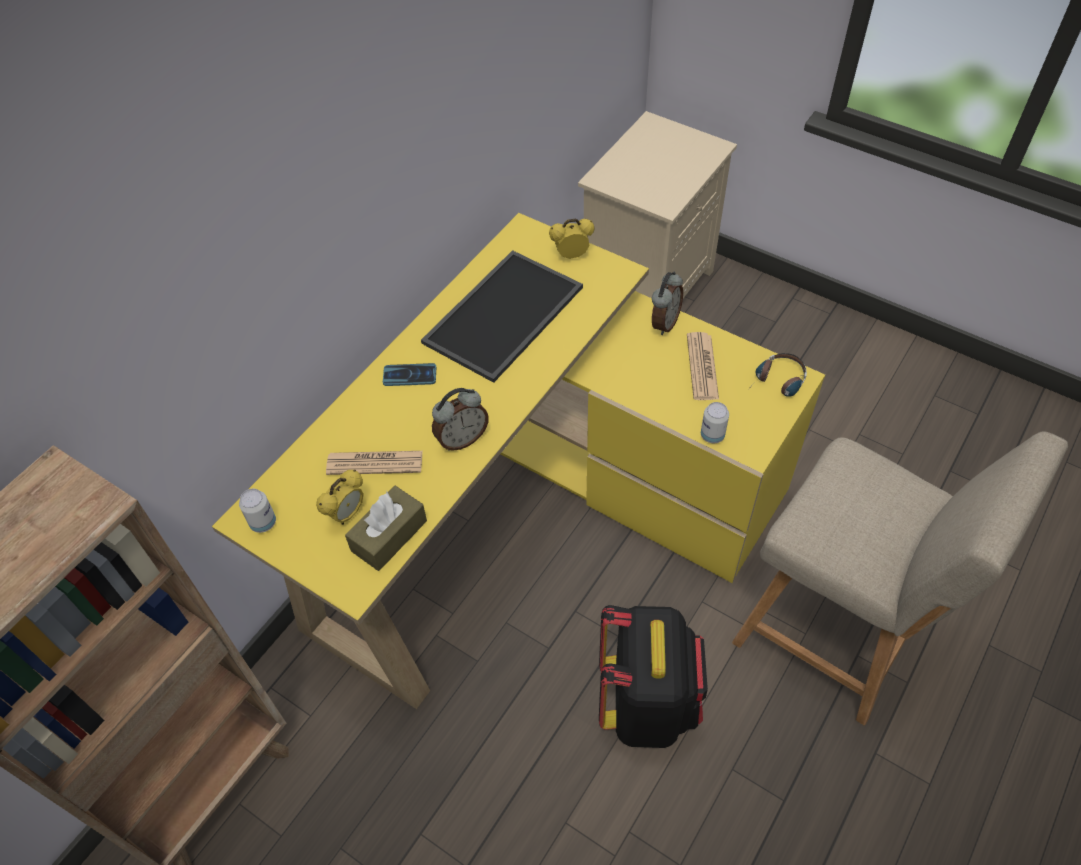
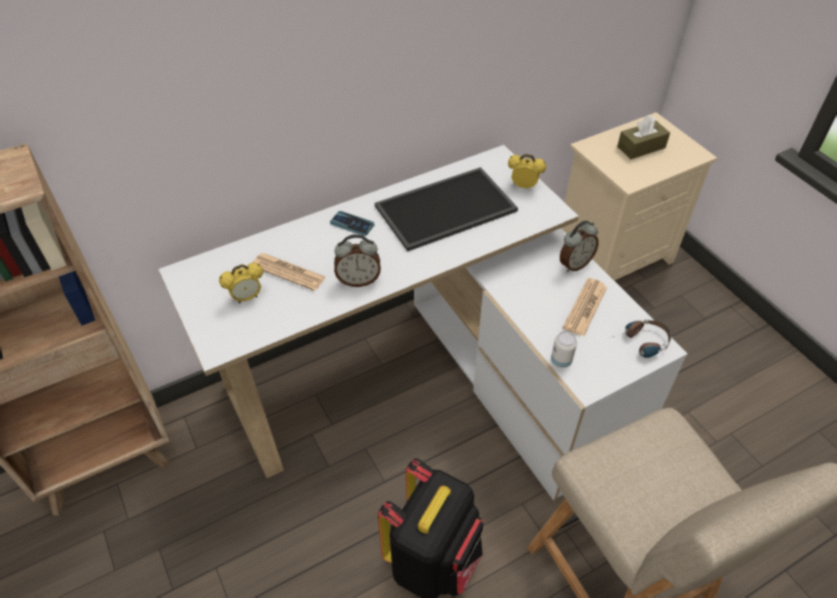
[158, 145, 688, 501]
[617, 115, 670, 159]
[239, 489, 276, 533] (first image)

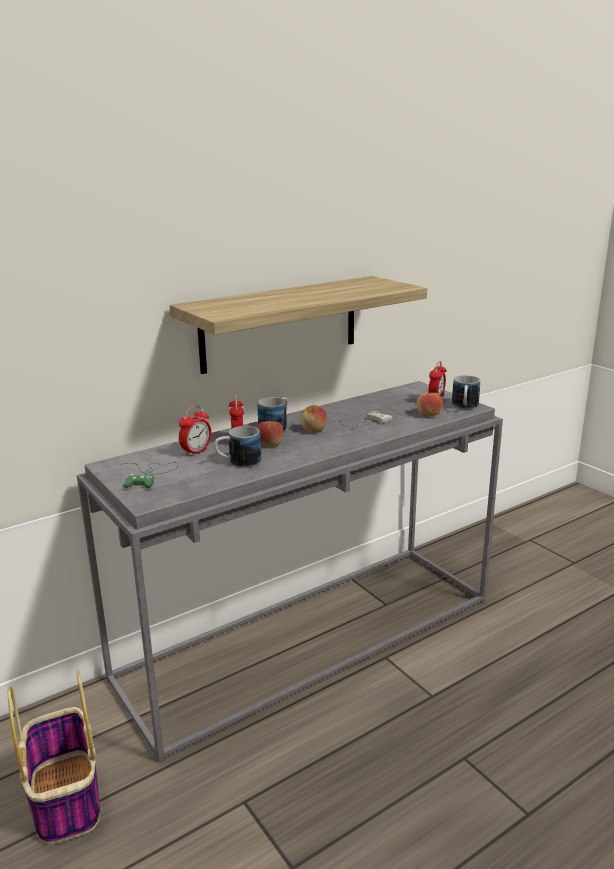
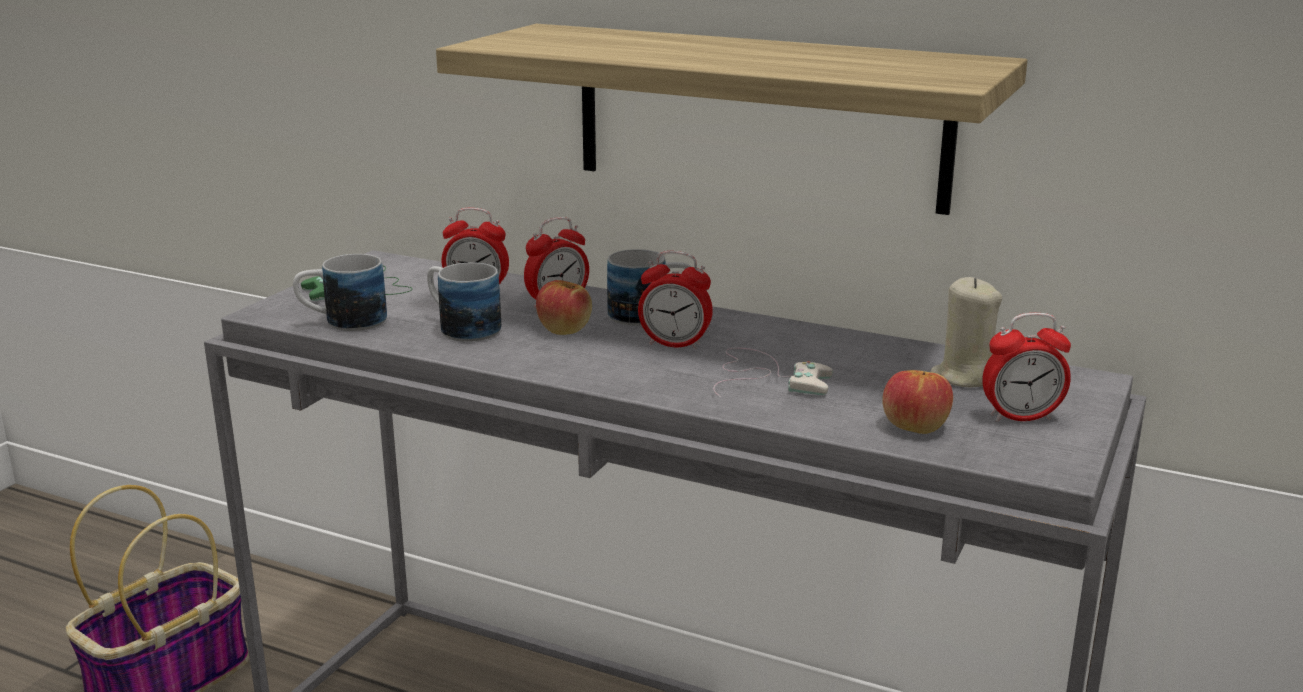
[293, 254, 387, 331]
[638, 251, 713, 350]
[930, 277, 1002, 388]

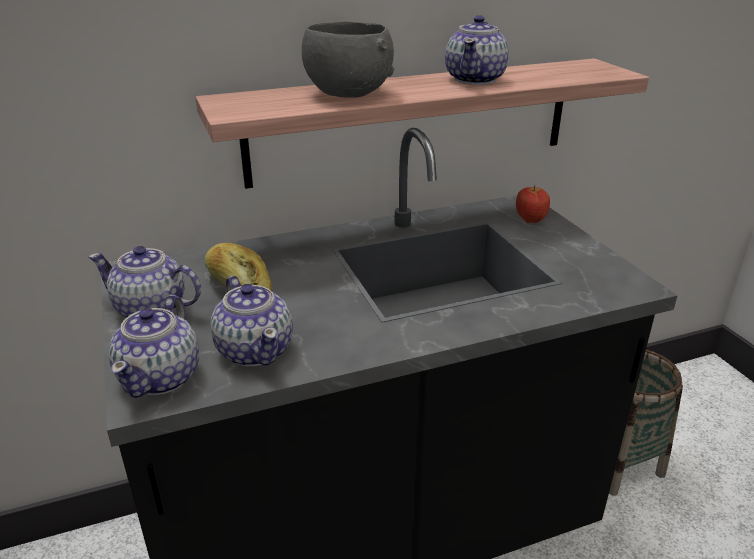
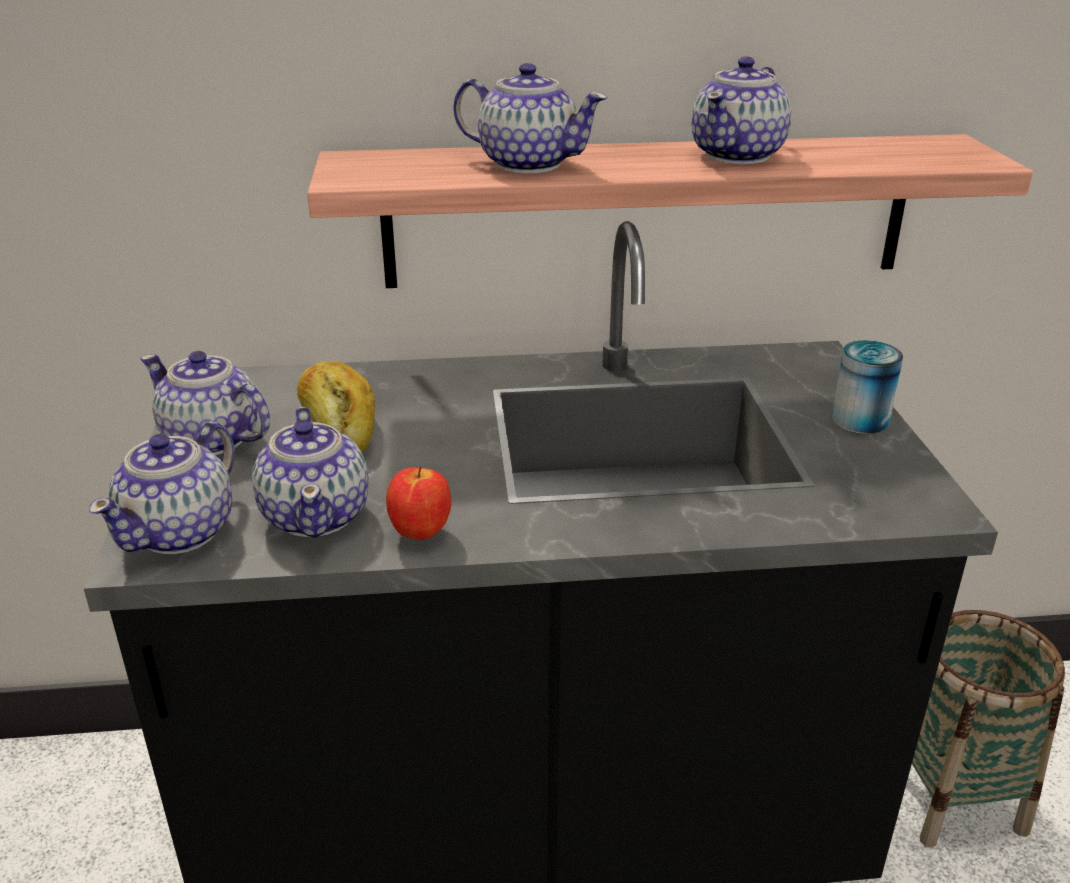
[386, 467, 451, 540]
[453, 63, 608, 173]
[832, 340, 903, 434]

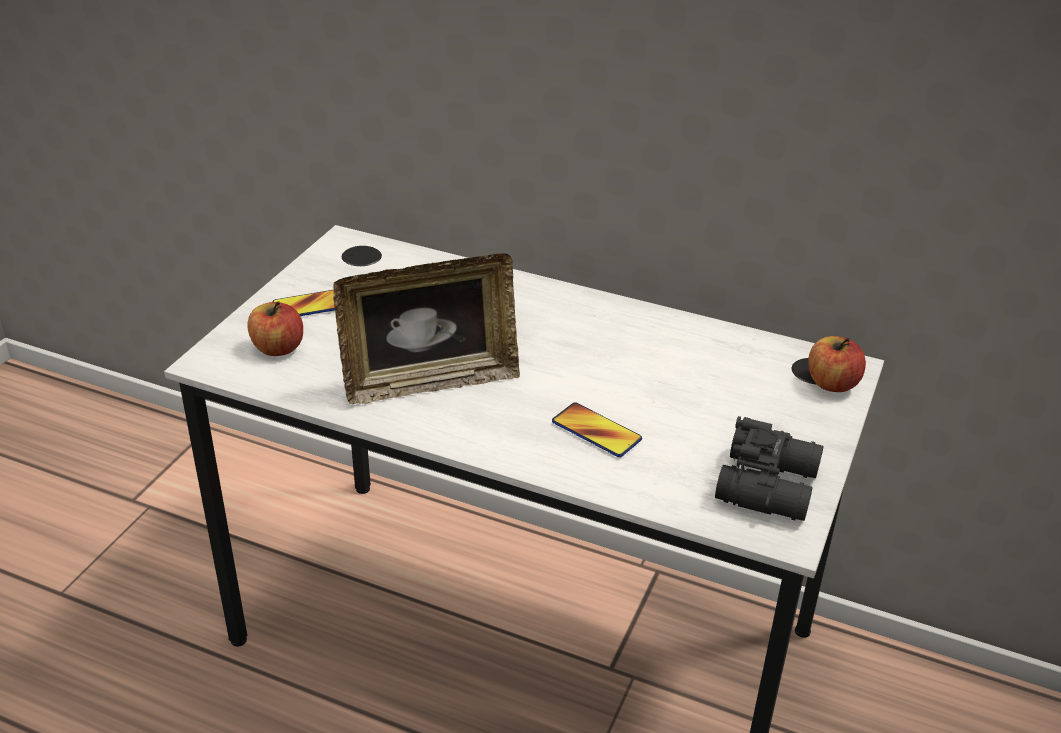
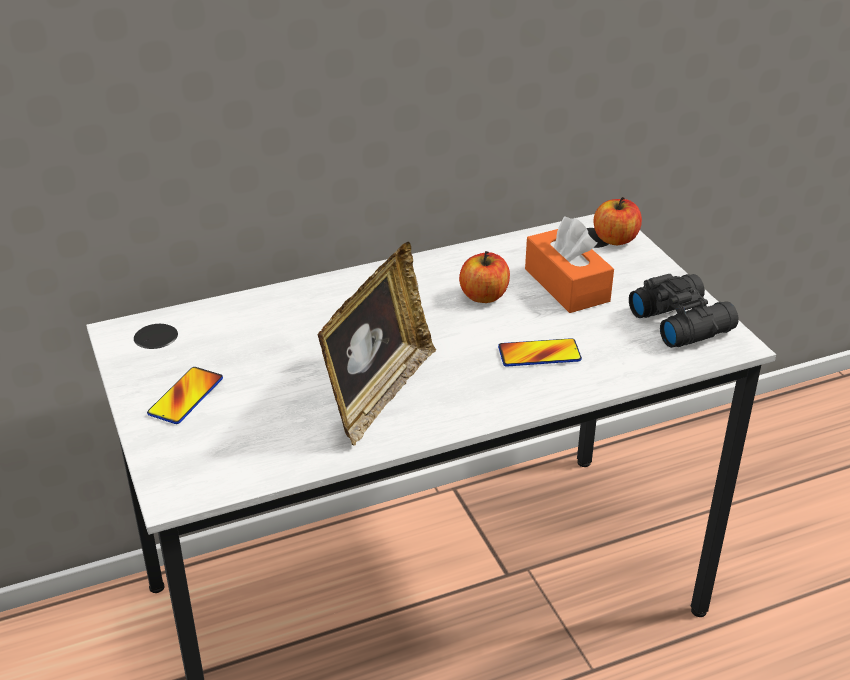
[459, 251, 510, 303]
[525, 217, 614, 313]

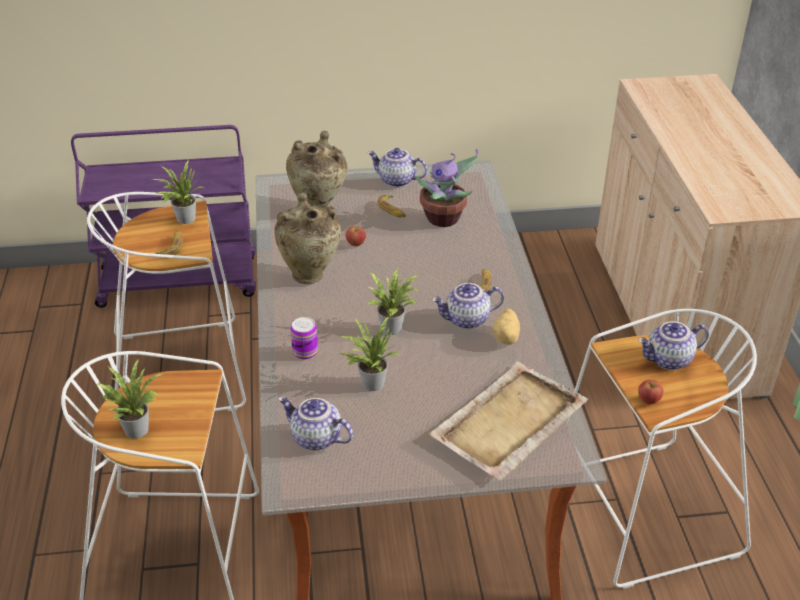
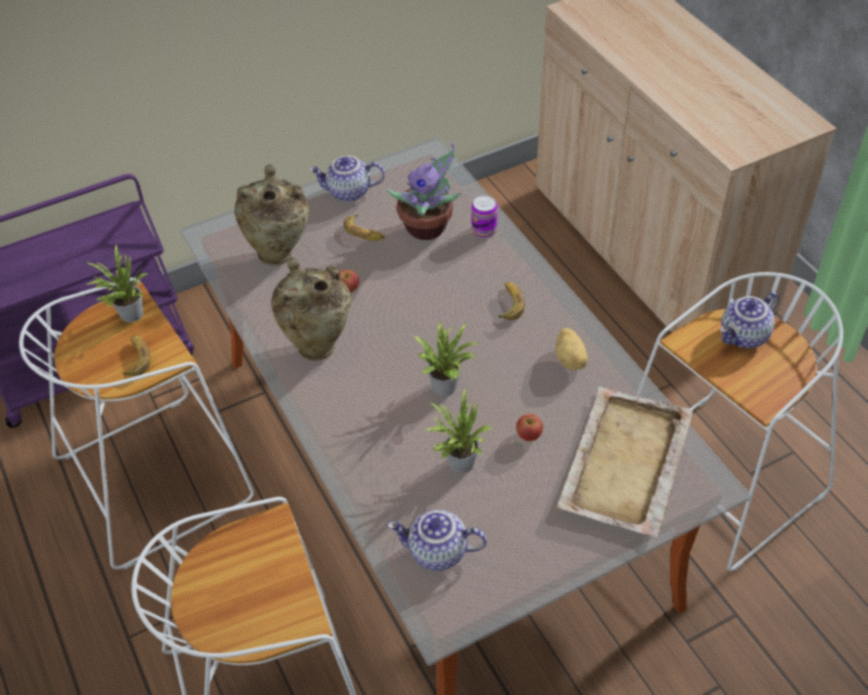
[472, 196, 498, 238]
[516, 414, 543, 441]
[95, 358, 164, 439] (first image)
[432, 283, 504, 329] (first image)

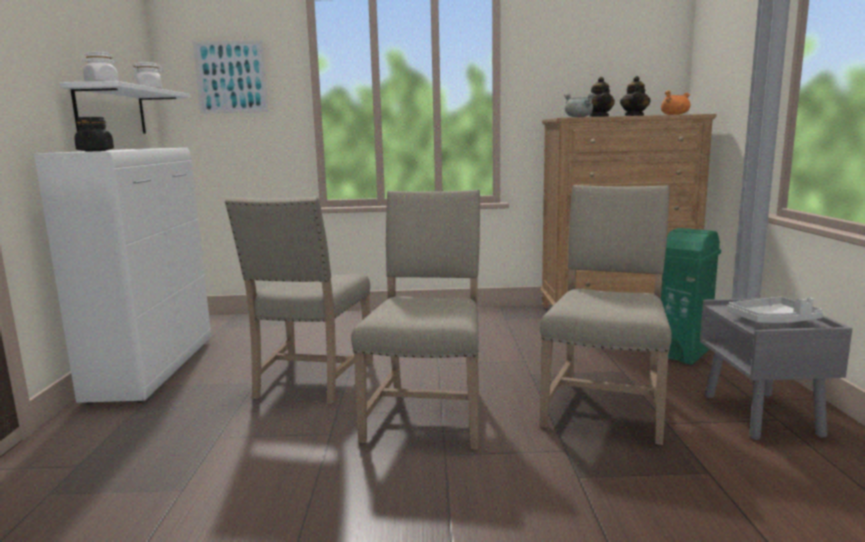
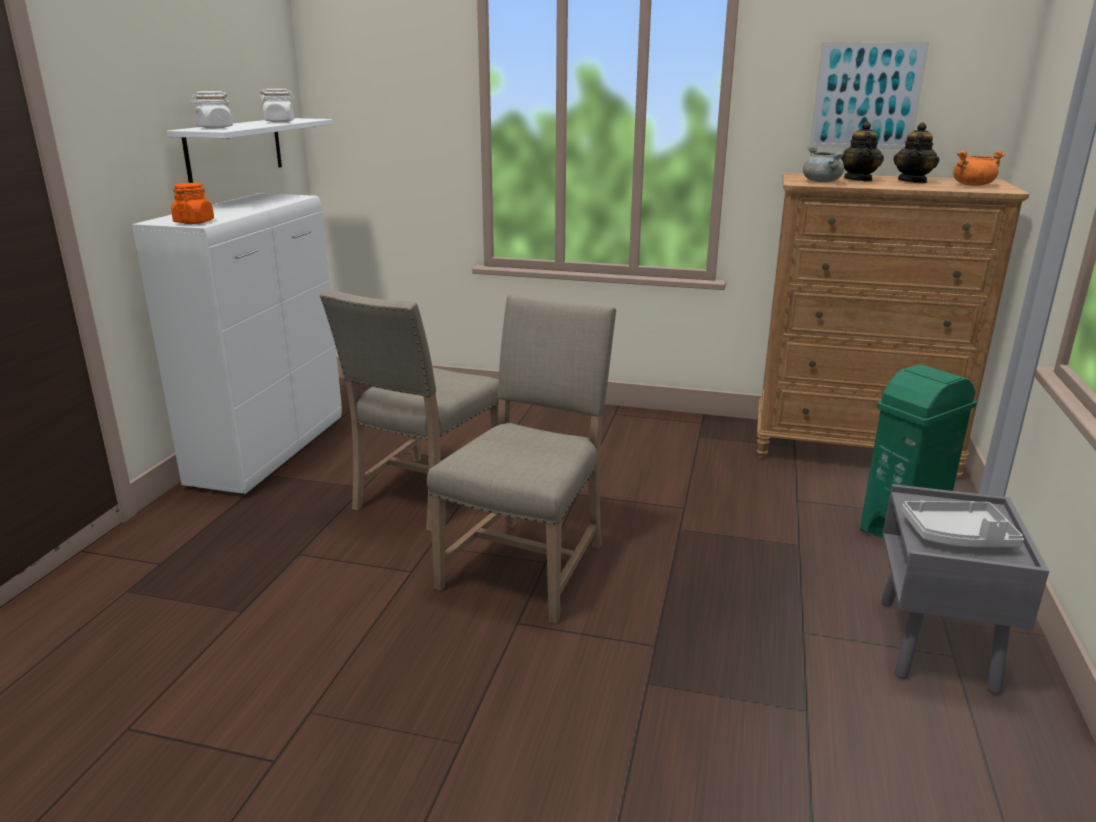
[171, 183, 214, 224]
[809, 42, 929, 149]
[540, 185, 672, 445] (first image)

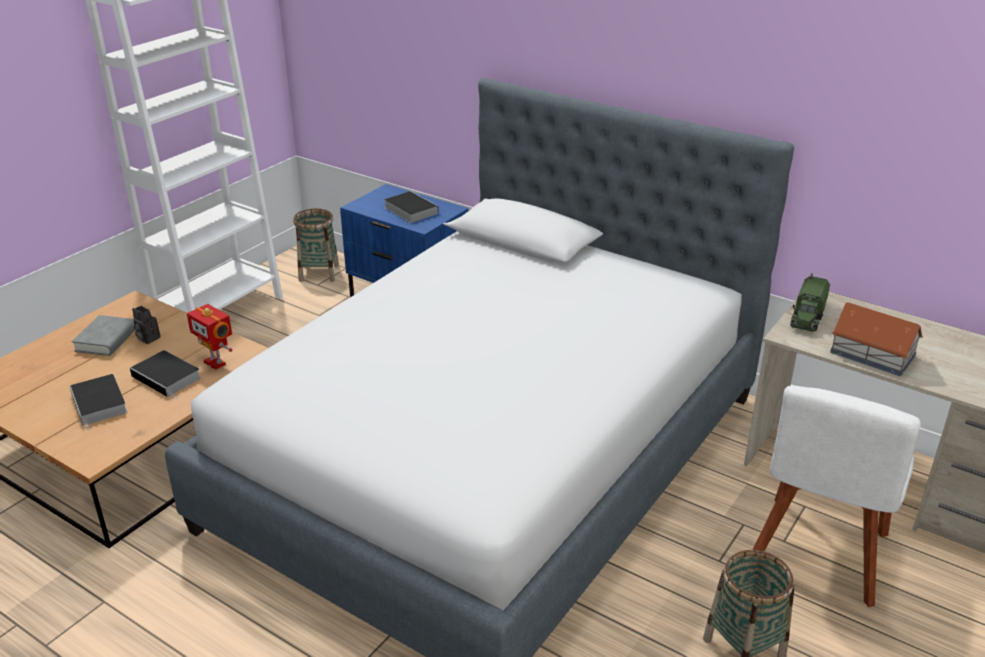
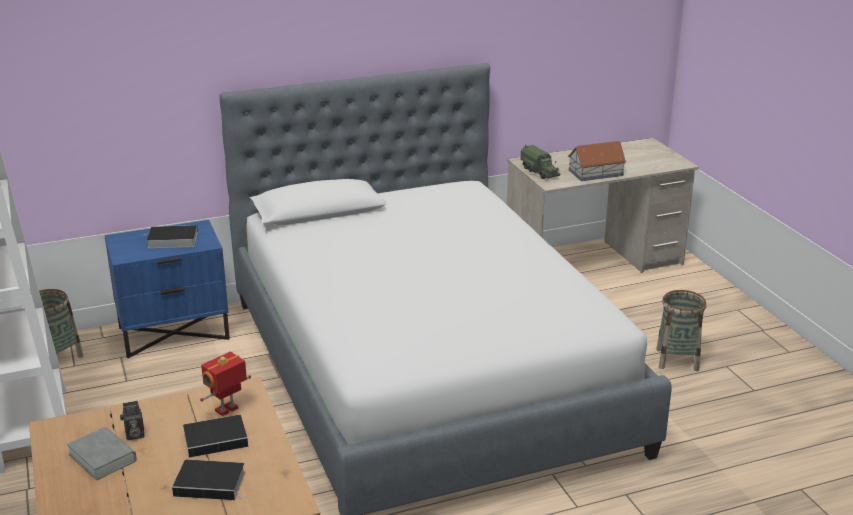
[200, 352, 251, 416]
[753, 385, 921, 607] (first image)

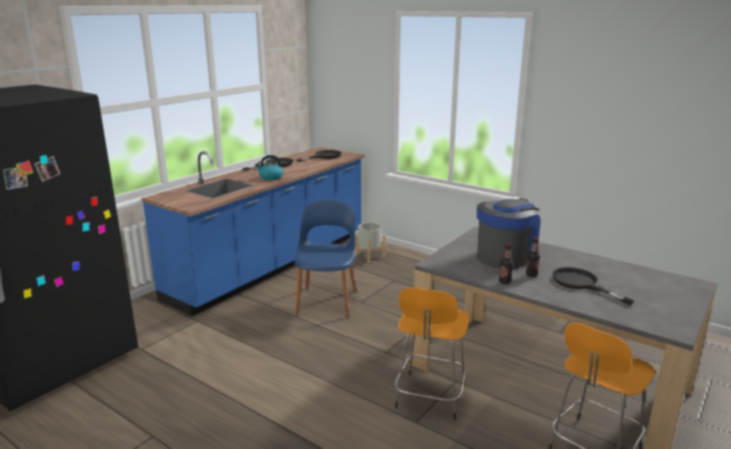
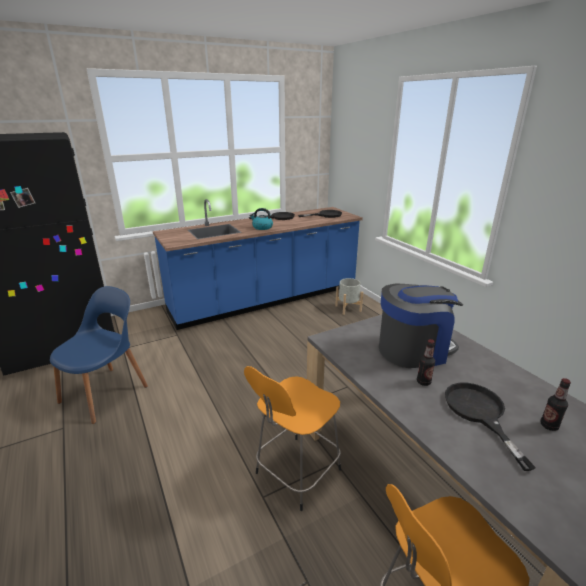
[50, 286, 148, 424]
[541, 378, 571, 431]

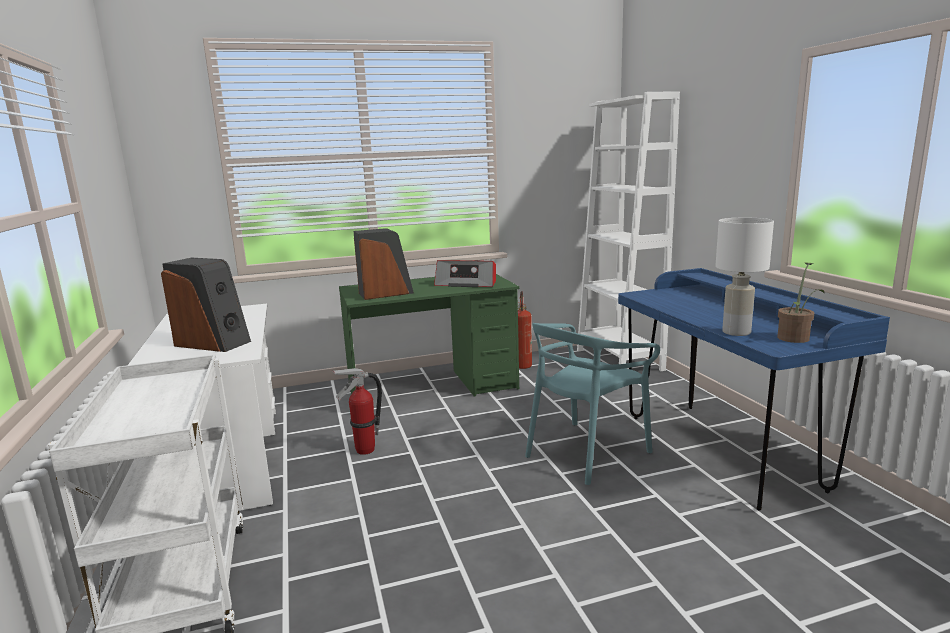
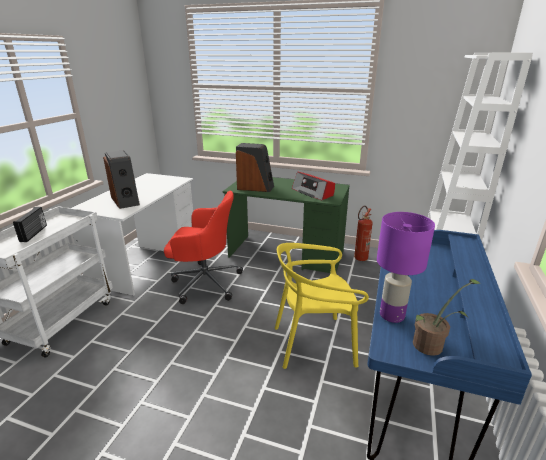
[13, 207, 47, 242]
[164, 191, 243, 304]
[275, 243, 369, 369]
[377, 212, 435, 323]

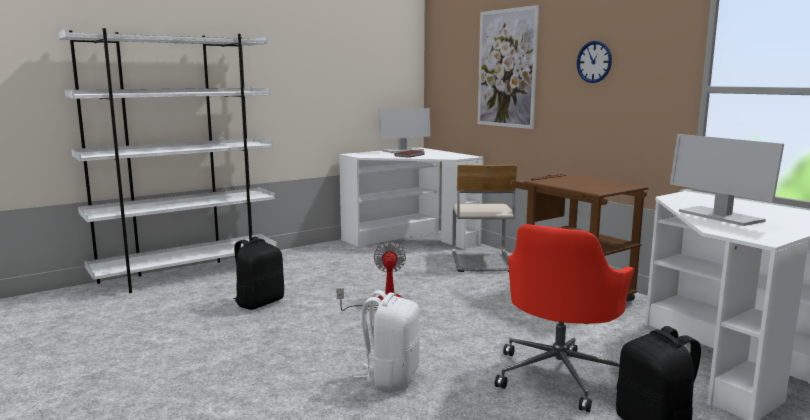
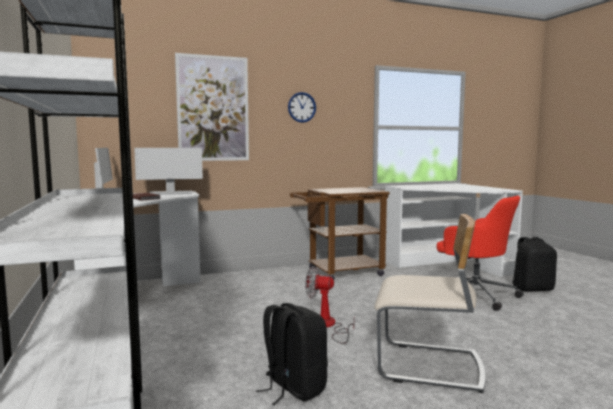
[134, 148, 203, 195]
[374, 214, 486, 393]
[353, 290, 420, 390] (first image)

